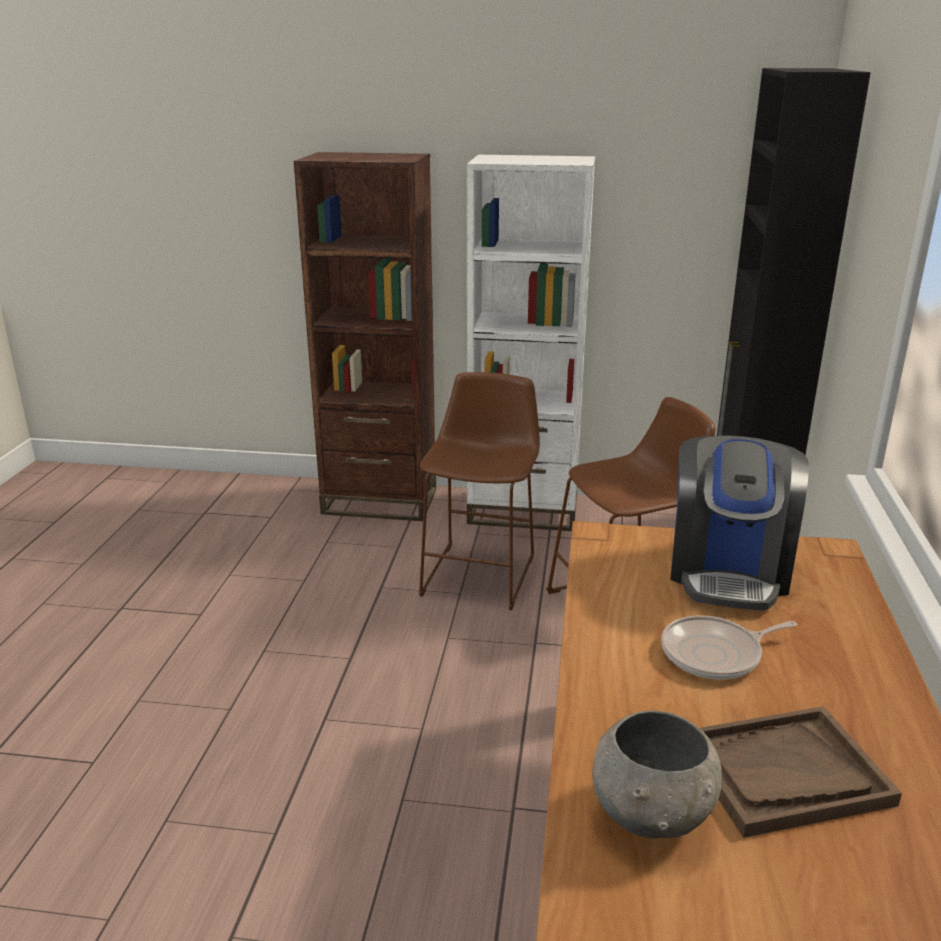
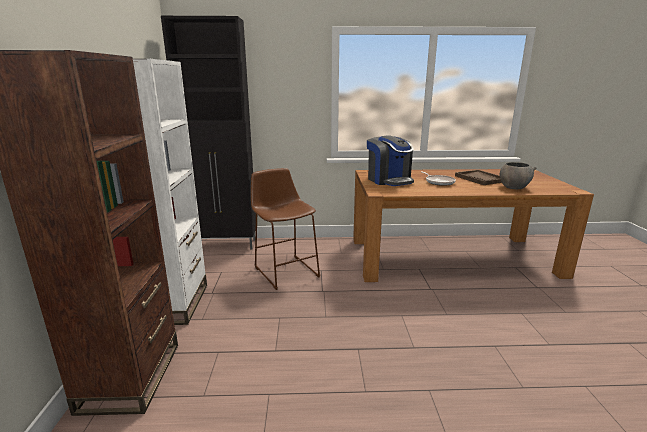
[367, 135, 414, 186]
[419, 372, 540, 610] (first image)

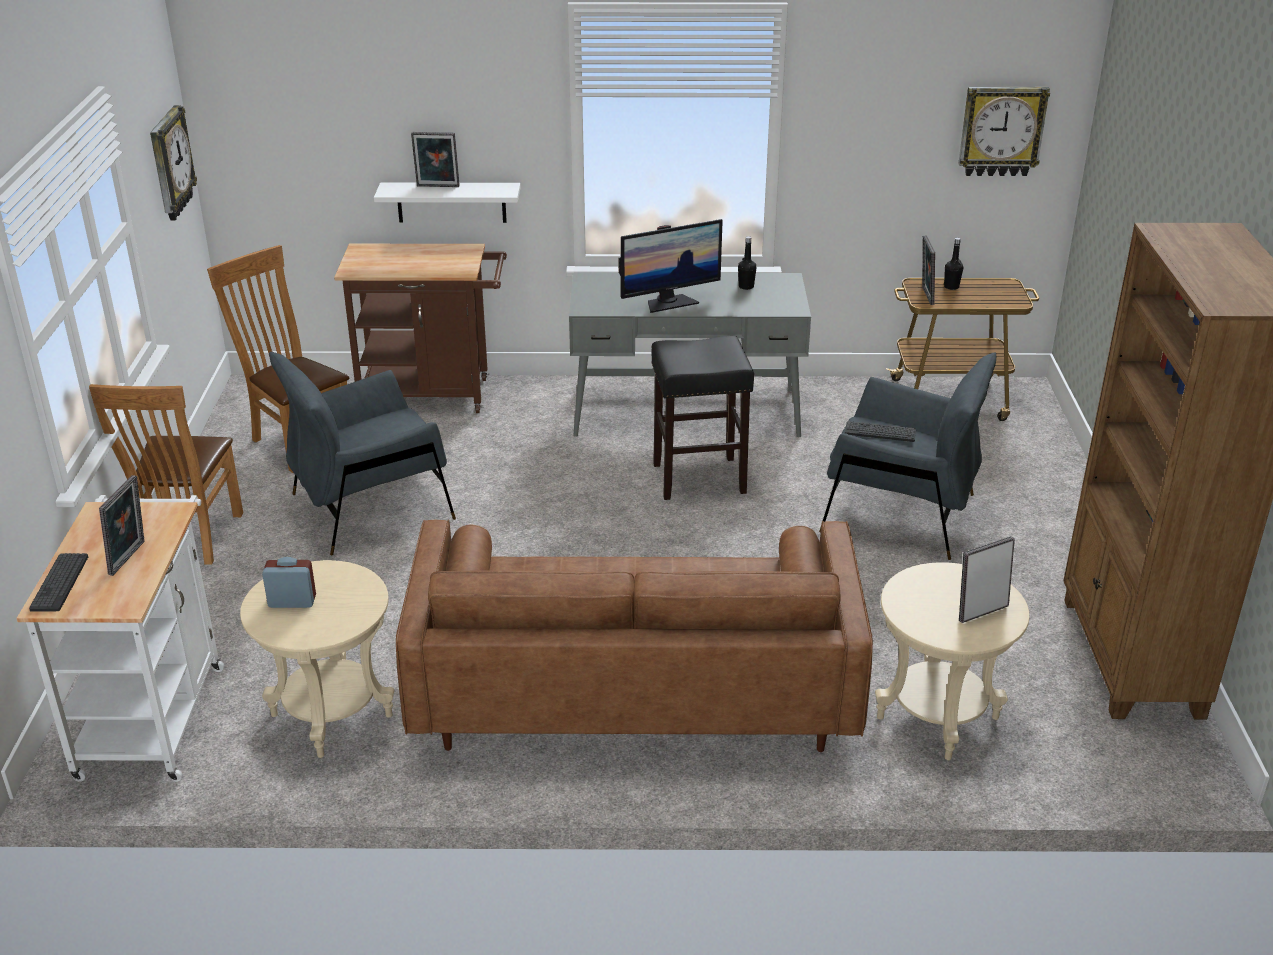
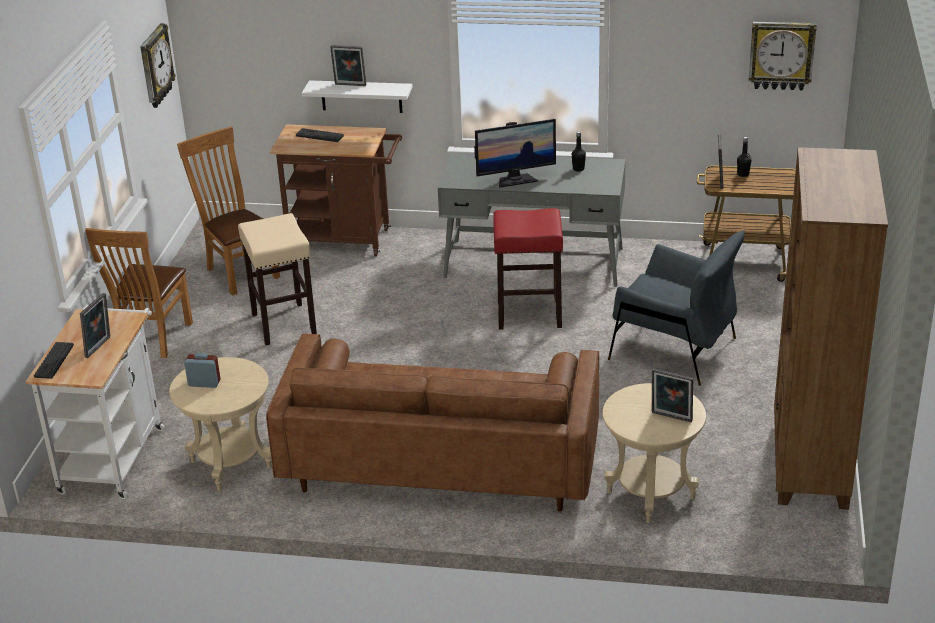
[238, 213, 317, 345]
[296, 128, 344, 142]
[493, 208, 563, 330]
[652, 368, 693, 422]

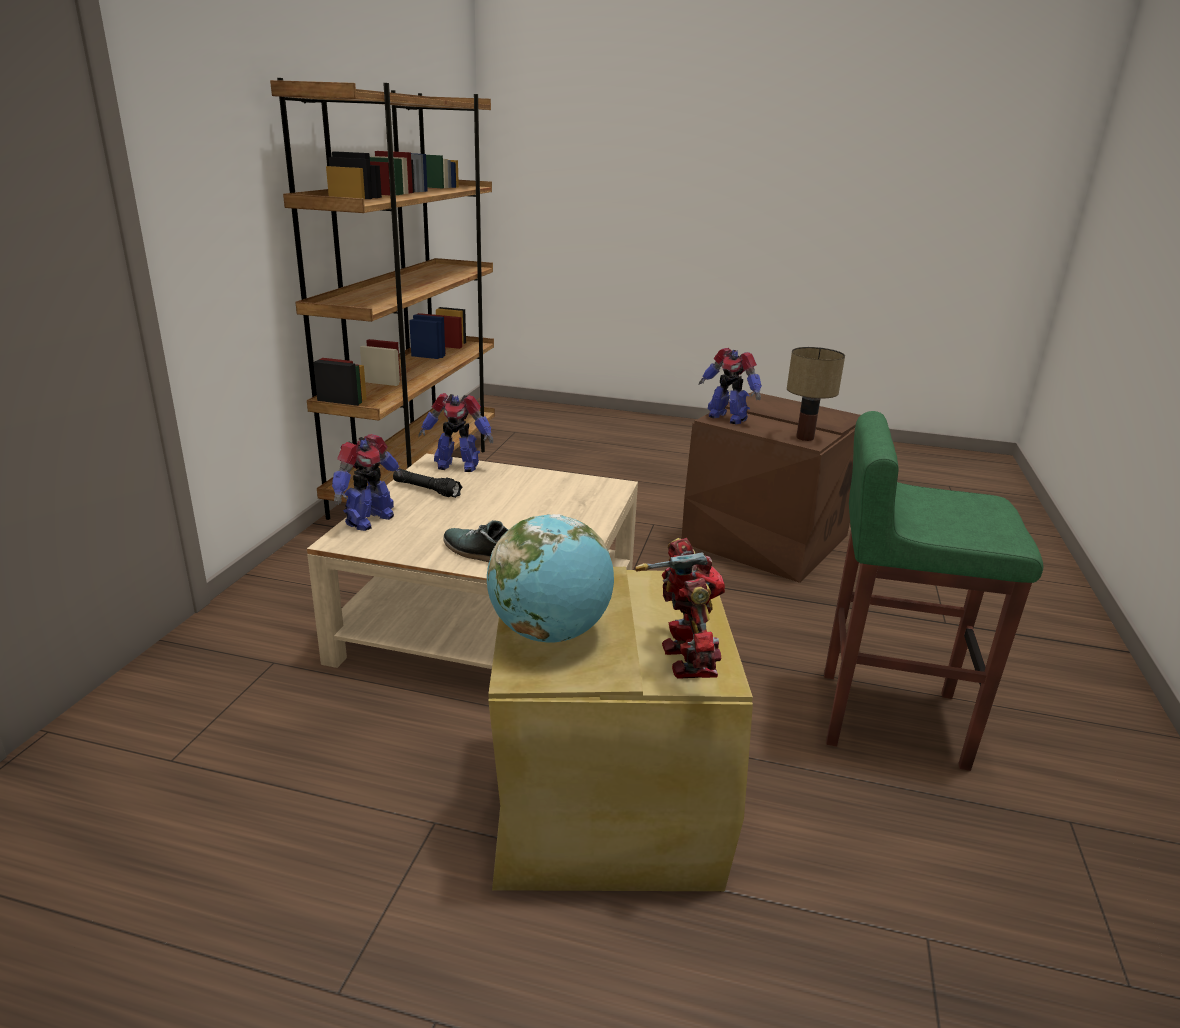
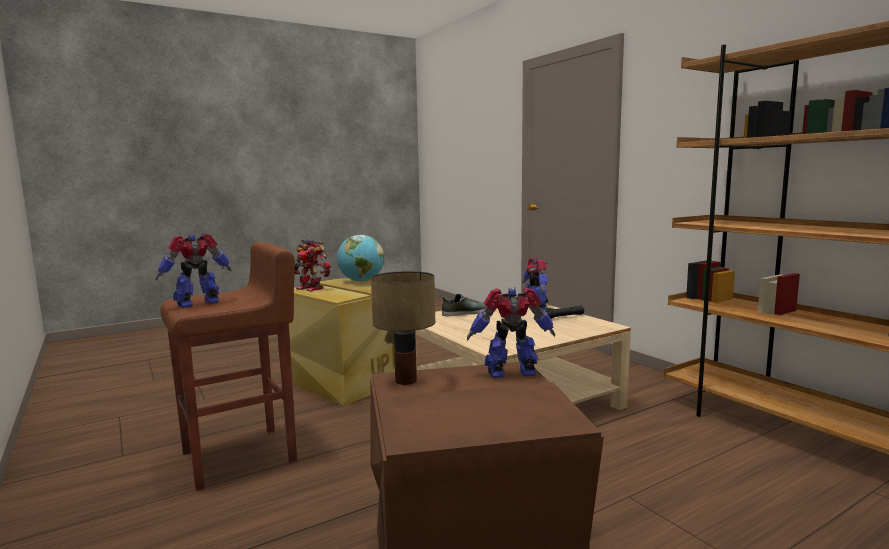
[155, 234, 231, 308]
[160, 242, 297, 491]

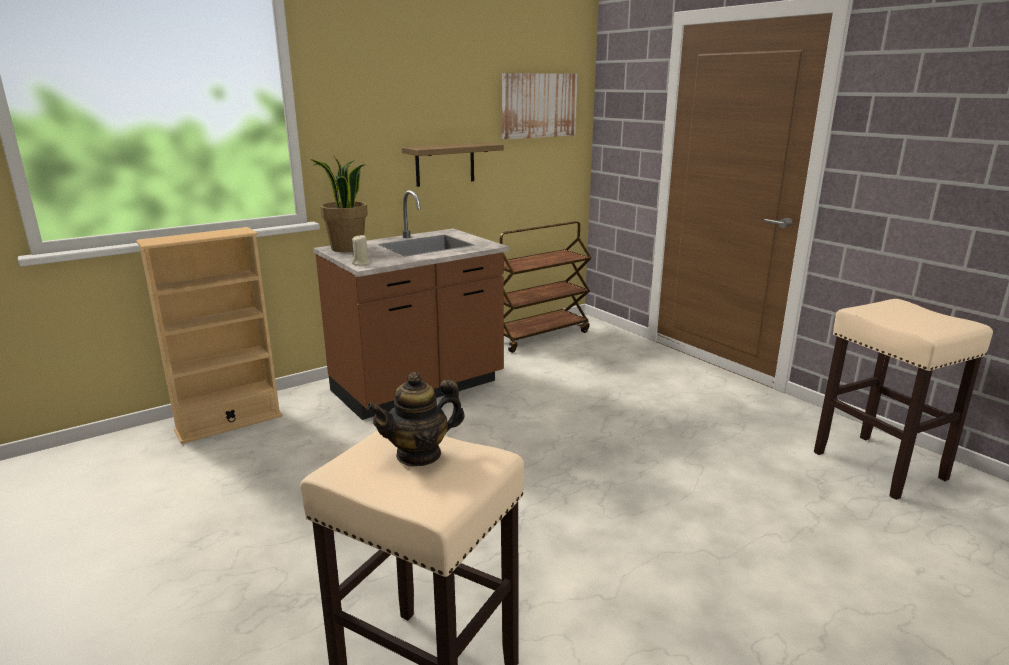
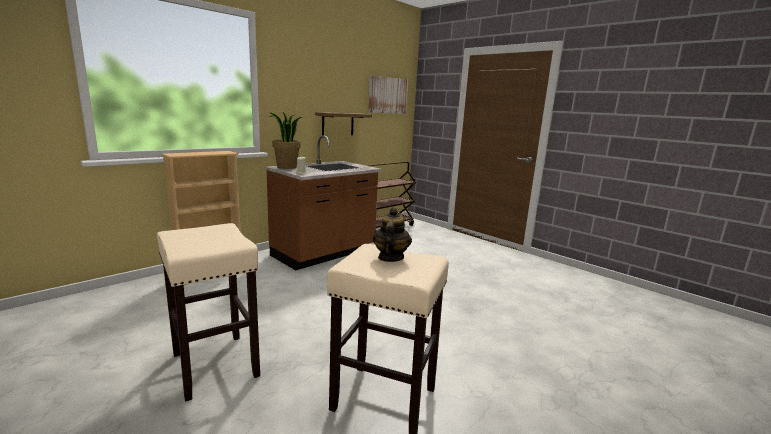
[157, 223, 260, 401]
[373, 207, 412, 262]

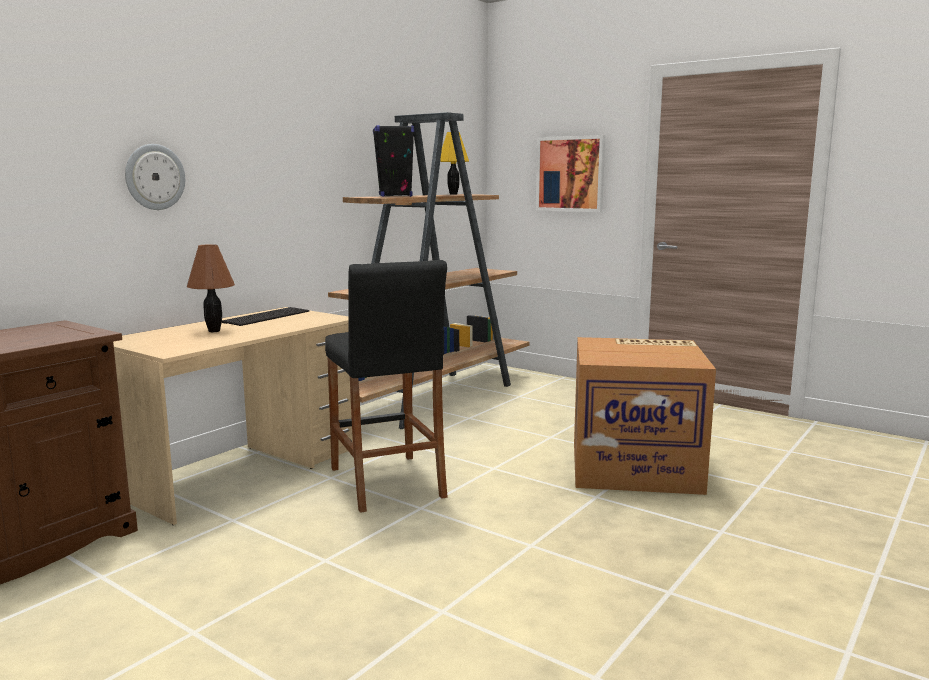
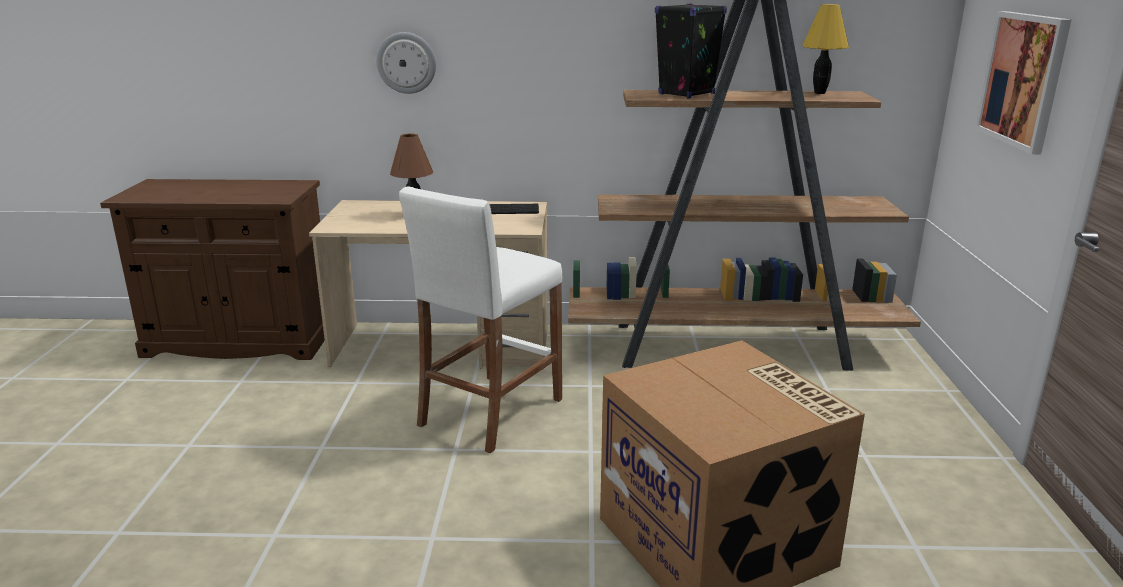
[399, 186, 562, 453]

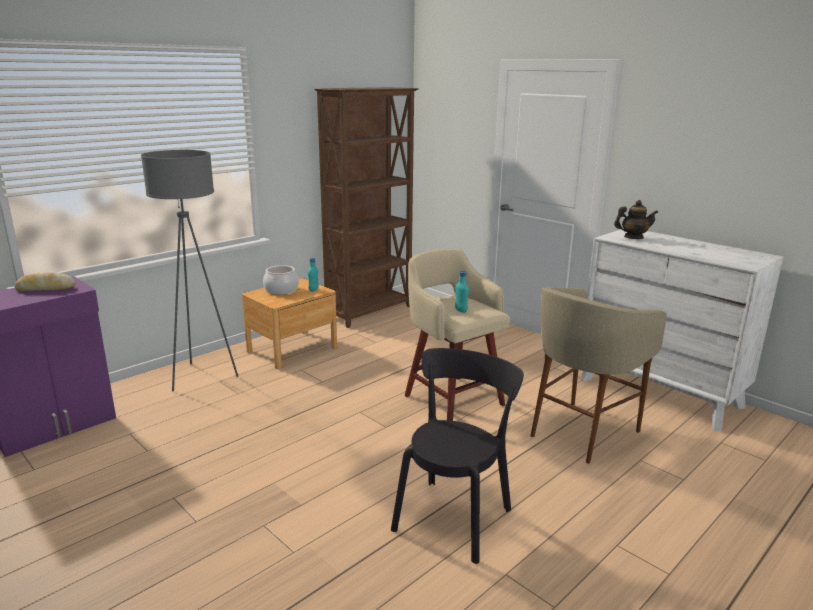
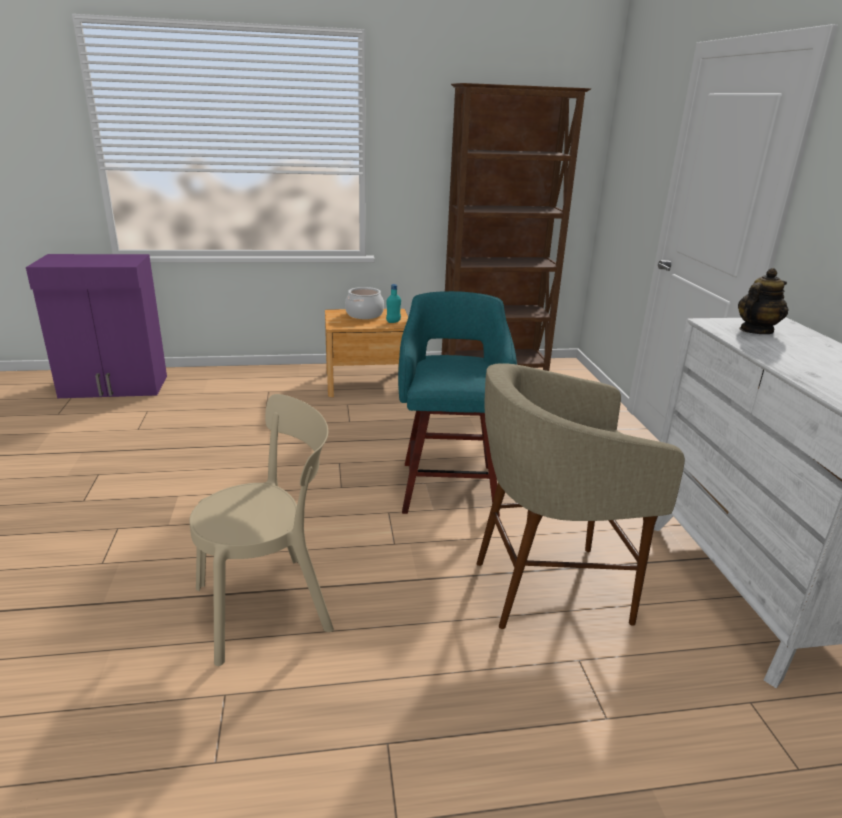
[189, 394, 334, 666]
[398, 291, 517, 516]
[738, 268, 788, 334]
[15, 272, 76, 291] (first image)
[141, 150, 238, 391] (first image)
[455, 271, 469, 313] (first image)

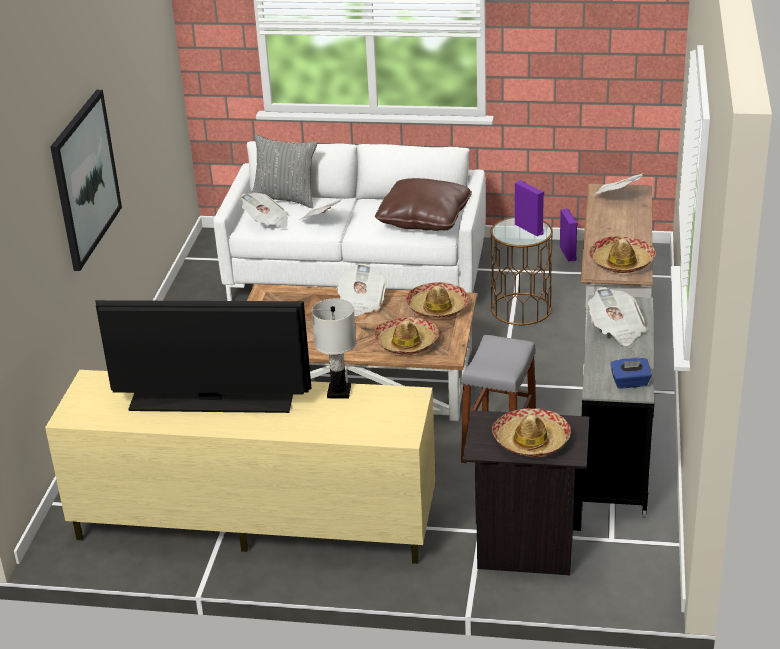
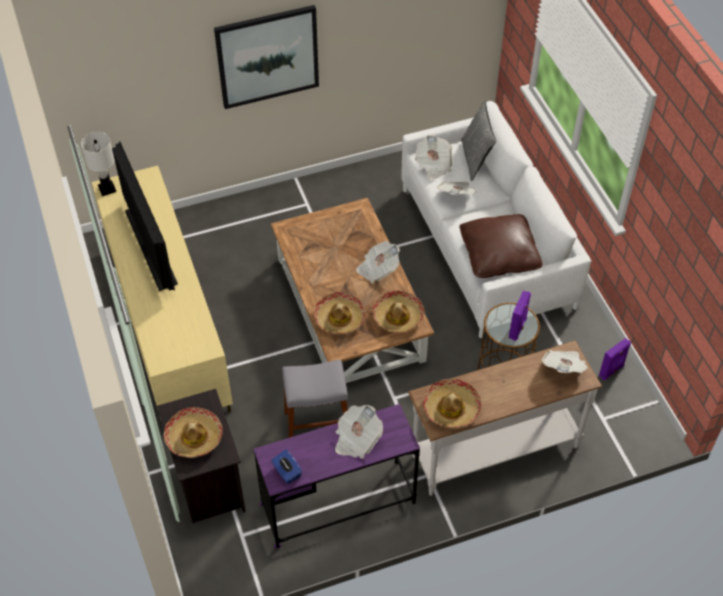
[81, 132, 116, 196]
[254, 404, 420, 549]

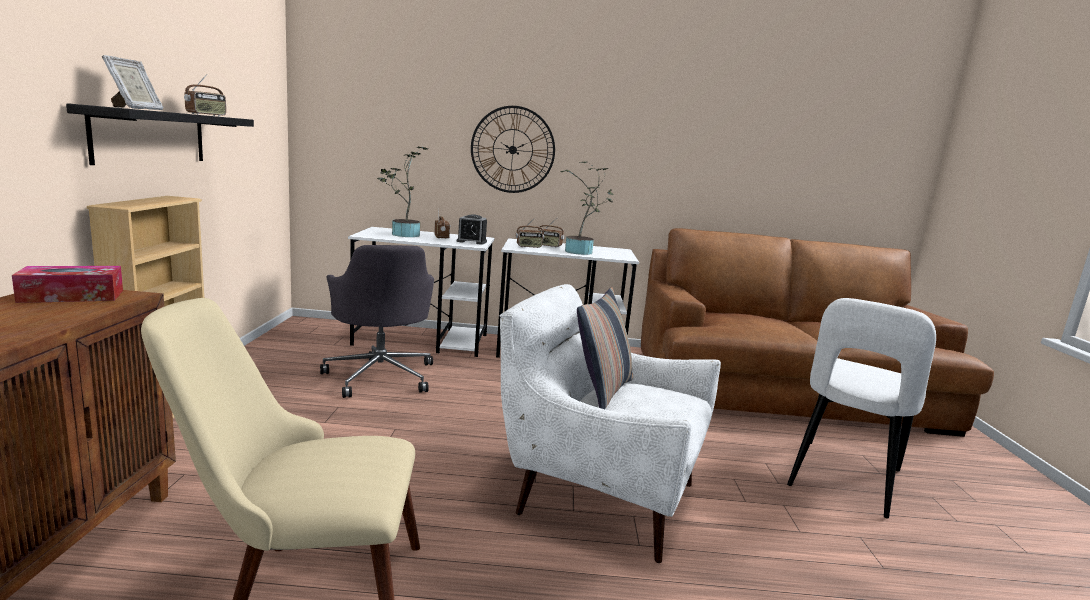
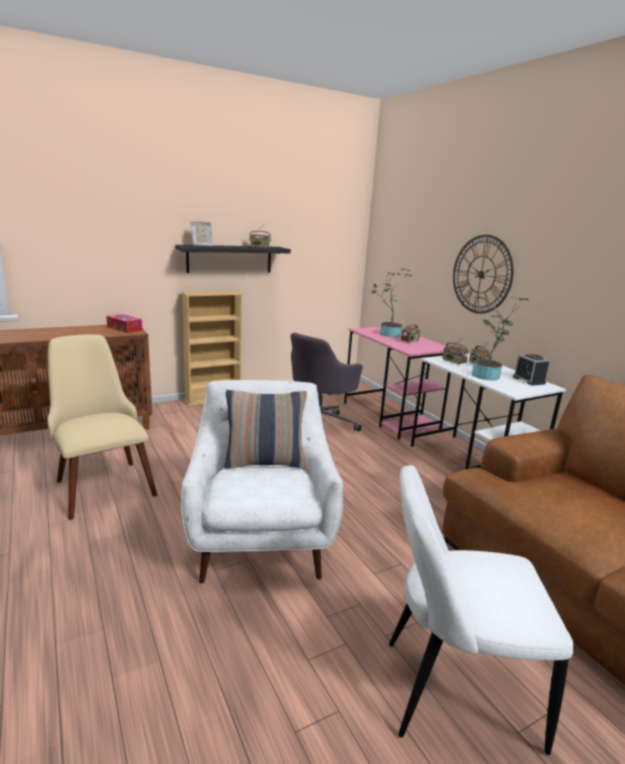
[344, 326, 451, 440]
[513, 354, 550, 386]

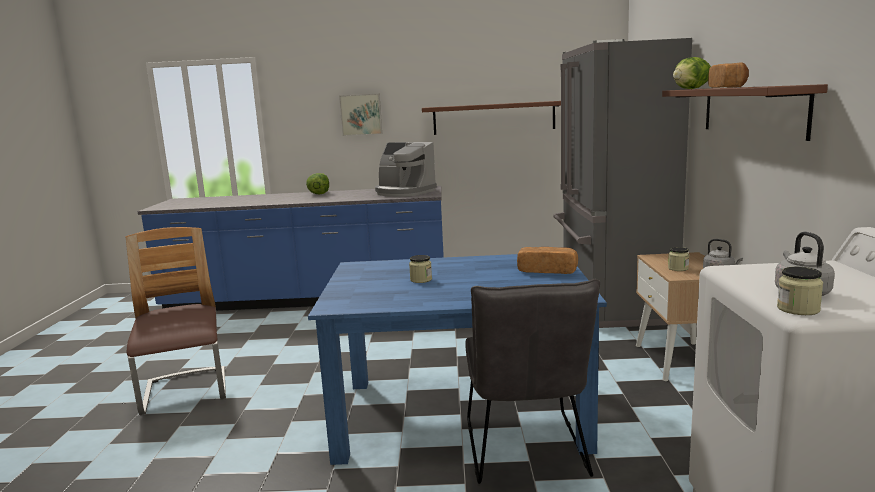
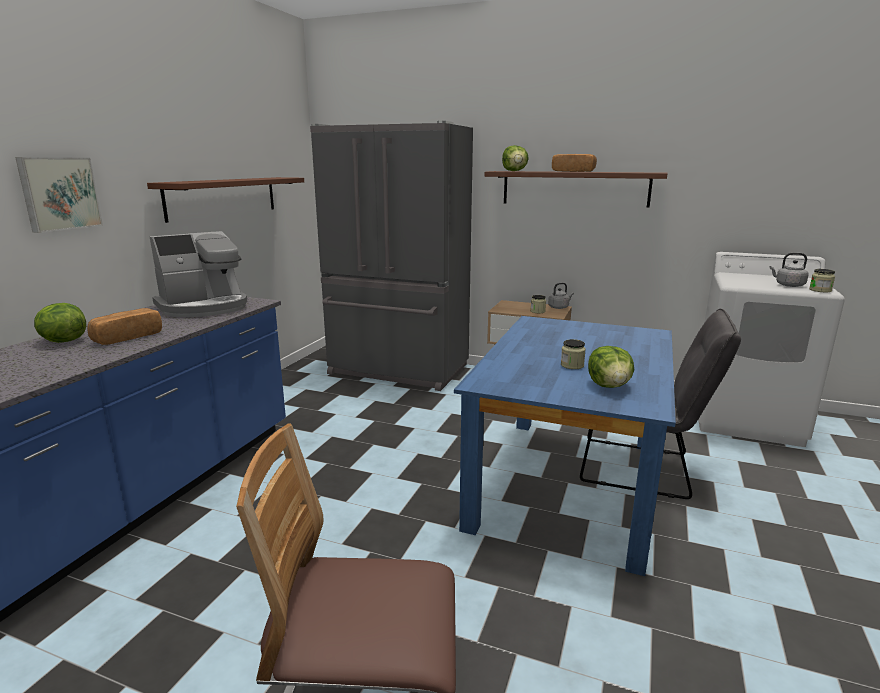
[87, 308, 162, 345]
[588, 346, 634, 388]

